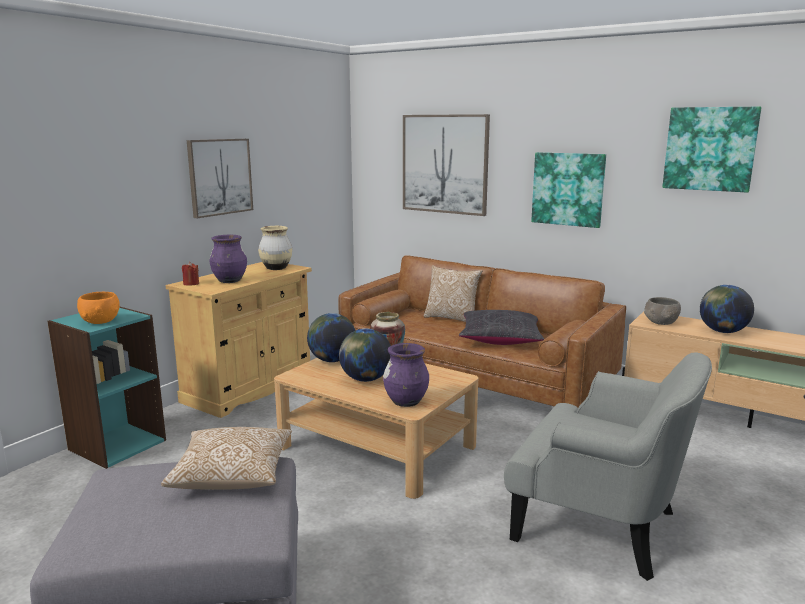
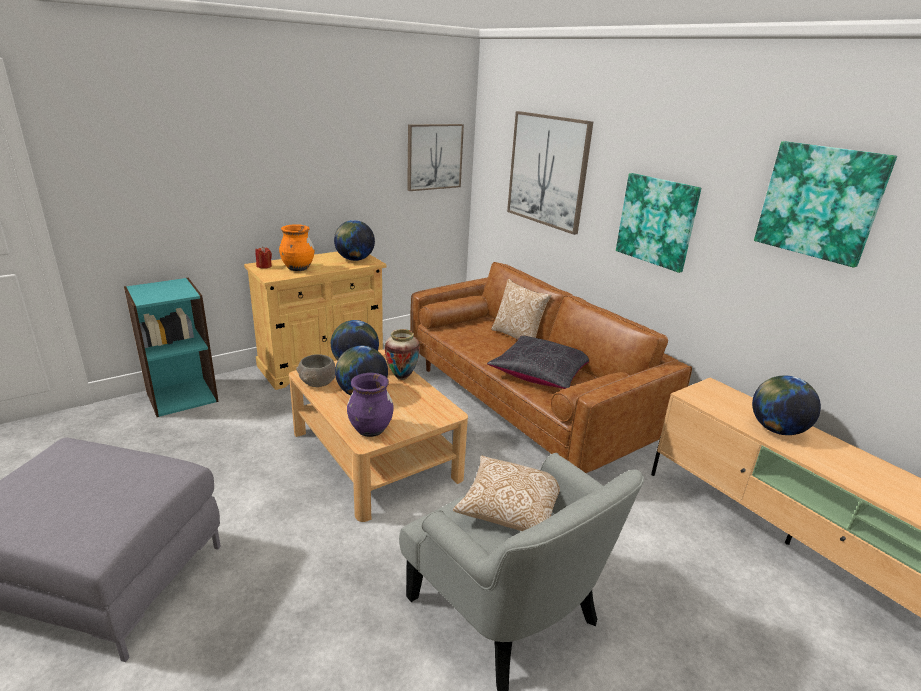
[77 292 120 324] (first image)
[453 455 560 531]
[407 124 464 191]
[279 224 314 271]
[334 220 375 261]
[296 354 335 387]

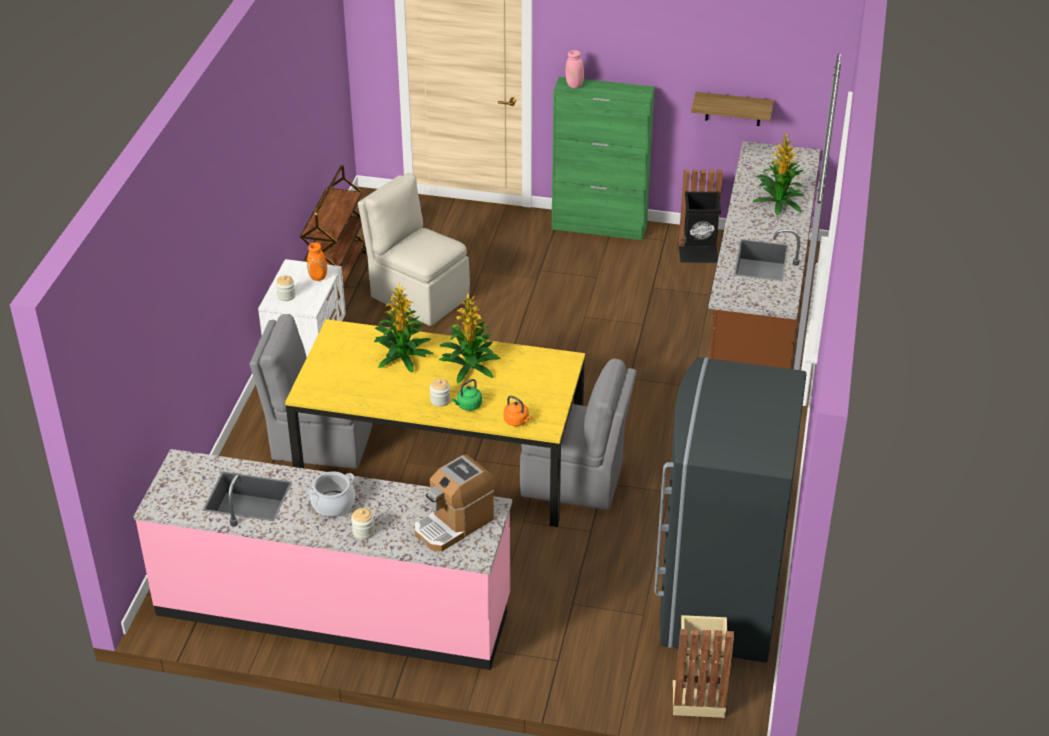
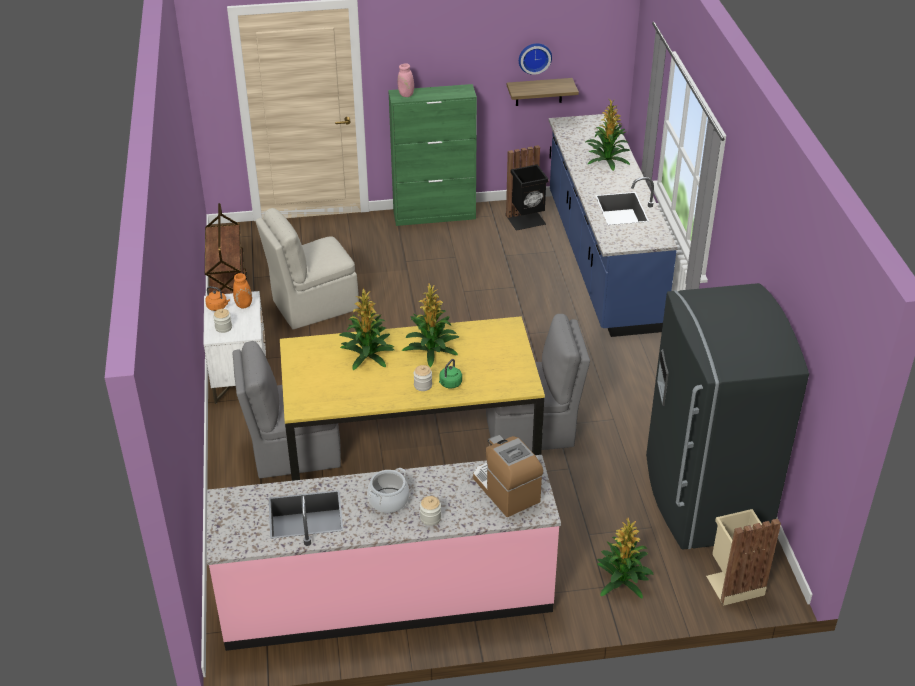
[256 208 359 330]
[473 435 543 517]
[205 286 230 311]
[549 114 677 337]
[519 43 552 75]
[597 518 654 599]

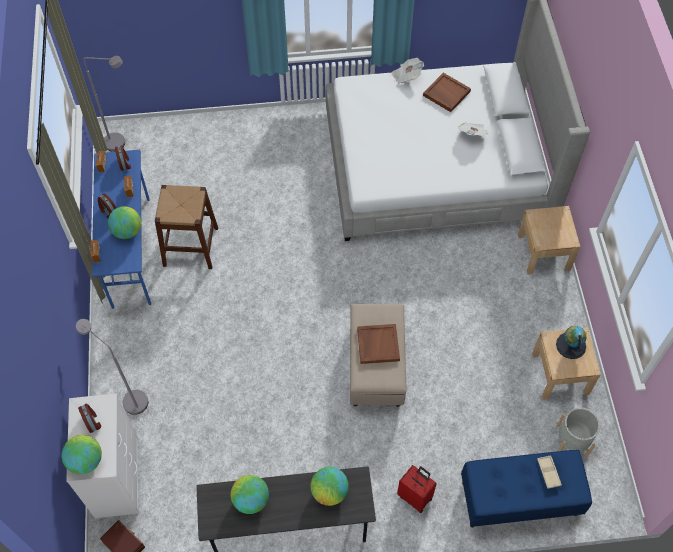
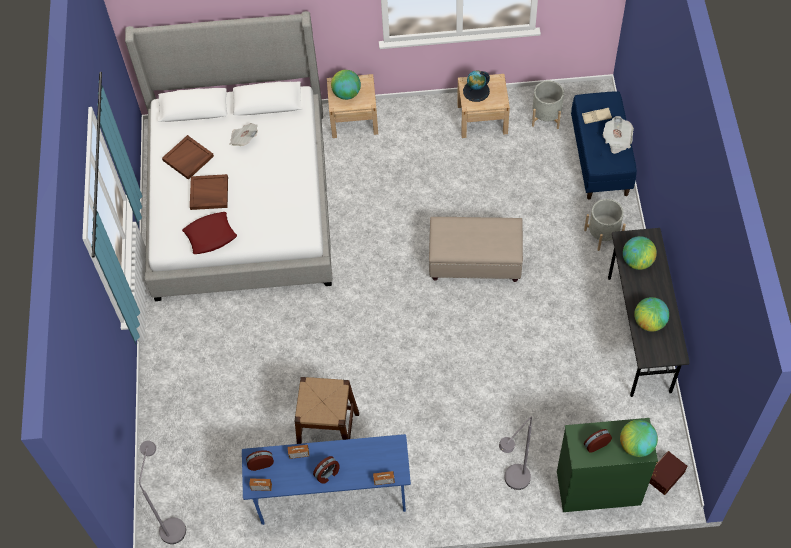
[557 418 658 512]
[331 70 361 100]
[190 174 228 210]
[603 116 634 154]
[584 199 626 251]
[182 212 237 254]

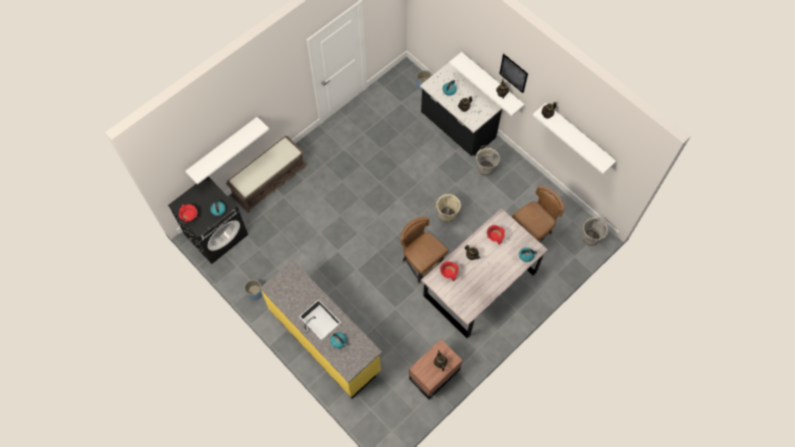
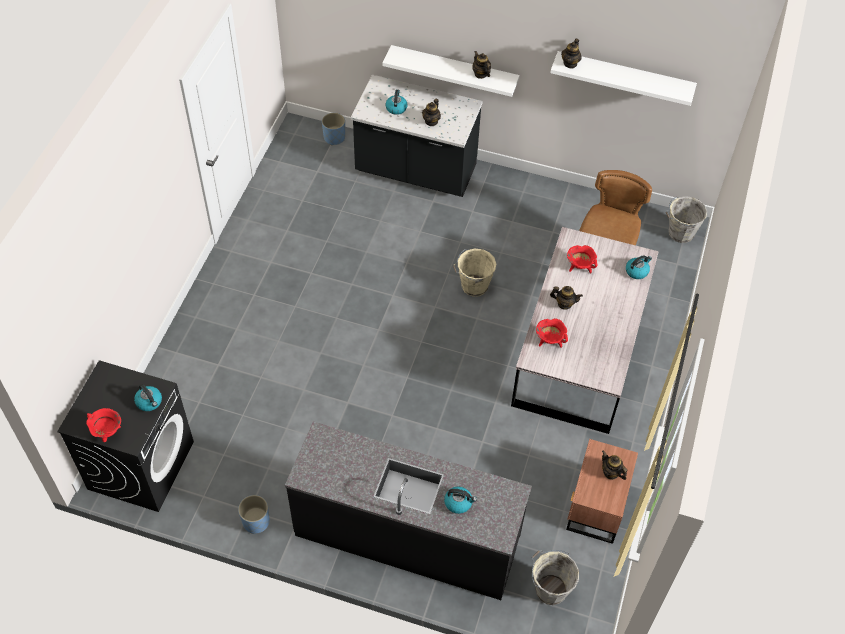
[185 117 269 184] (first image)
[226 136 307 213] (first image)
[285 421 532 600]
[401 217 449 284] (first image)
[532 550 579 605]
[499 54 528 93] (first image)

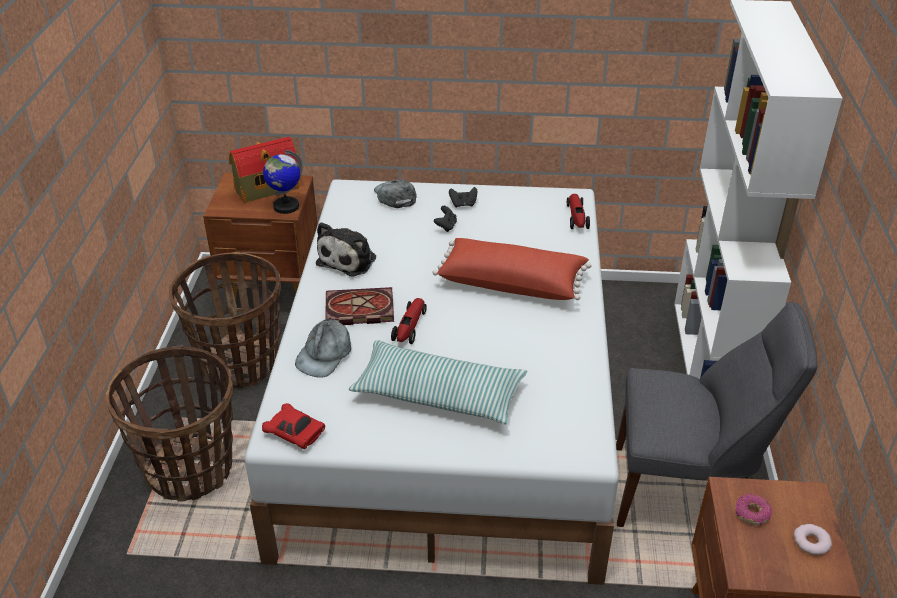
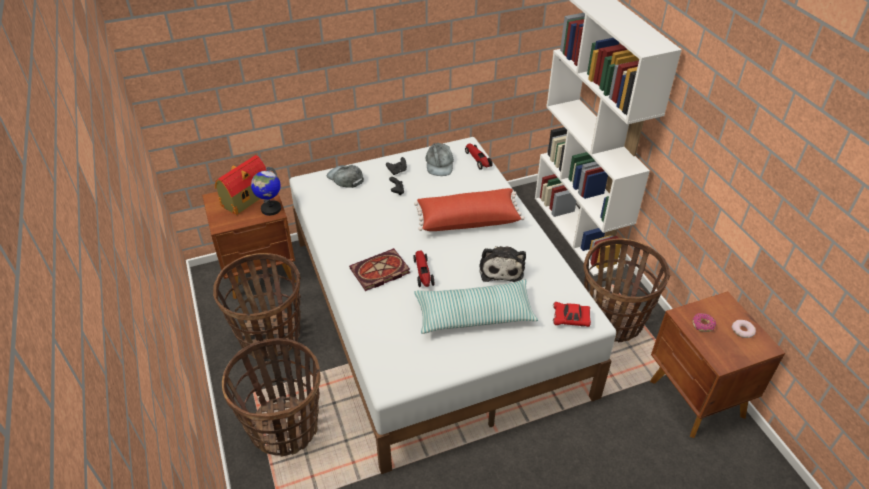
[553 302 591 327]
[425 143 454 176]
[479 246 526 282]
[583 238 670 342]

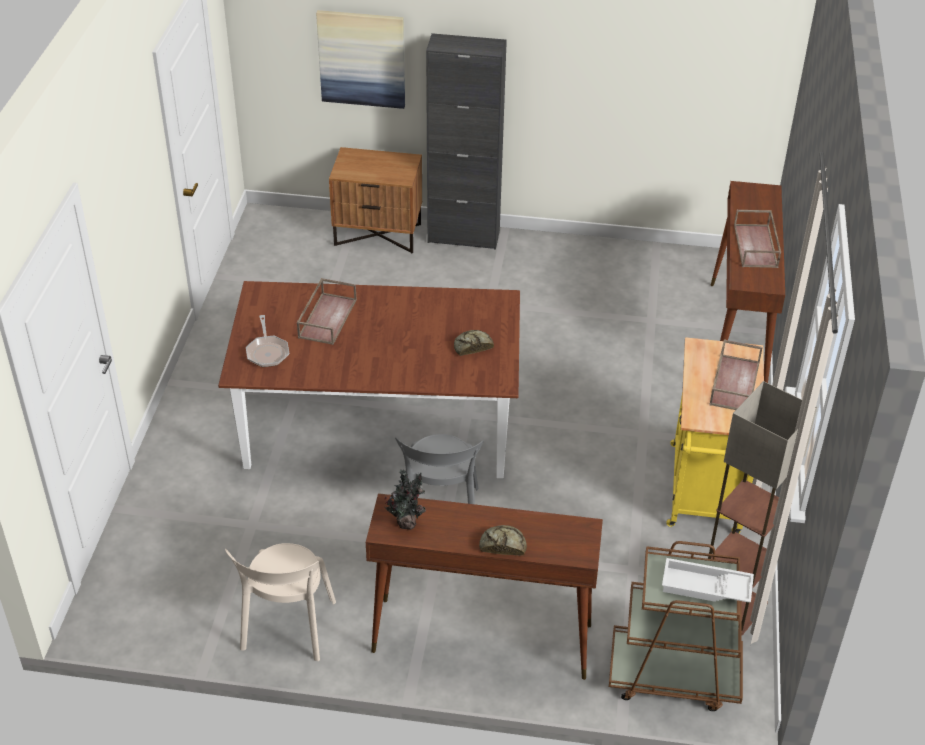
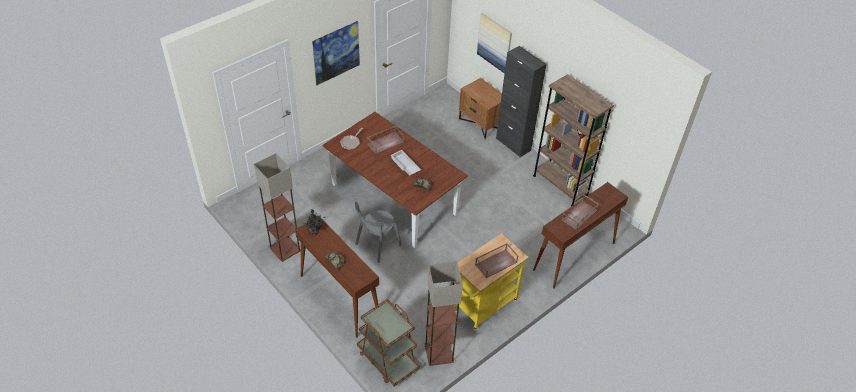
[254 153 301 262]
[391 150 421 176]
[312 21 360 86]
[533 74 614 206]

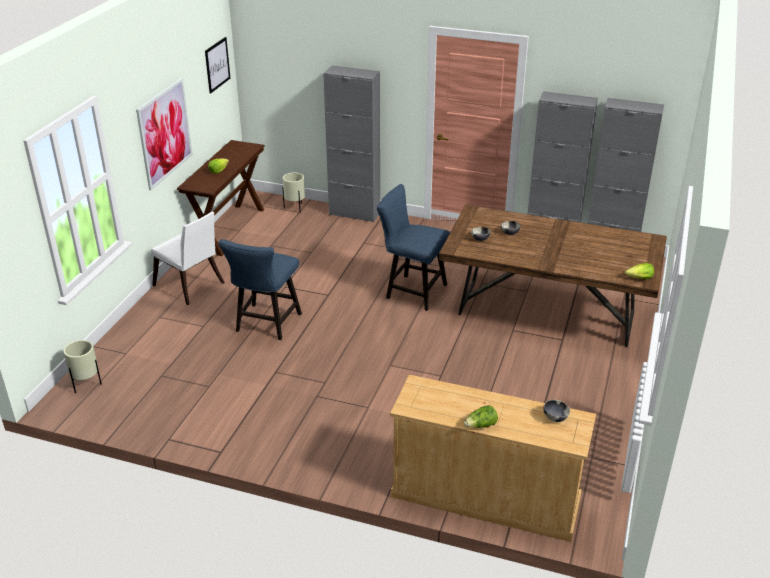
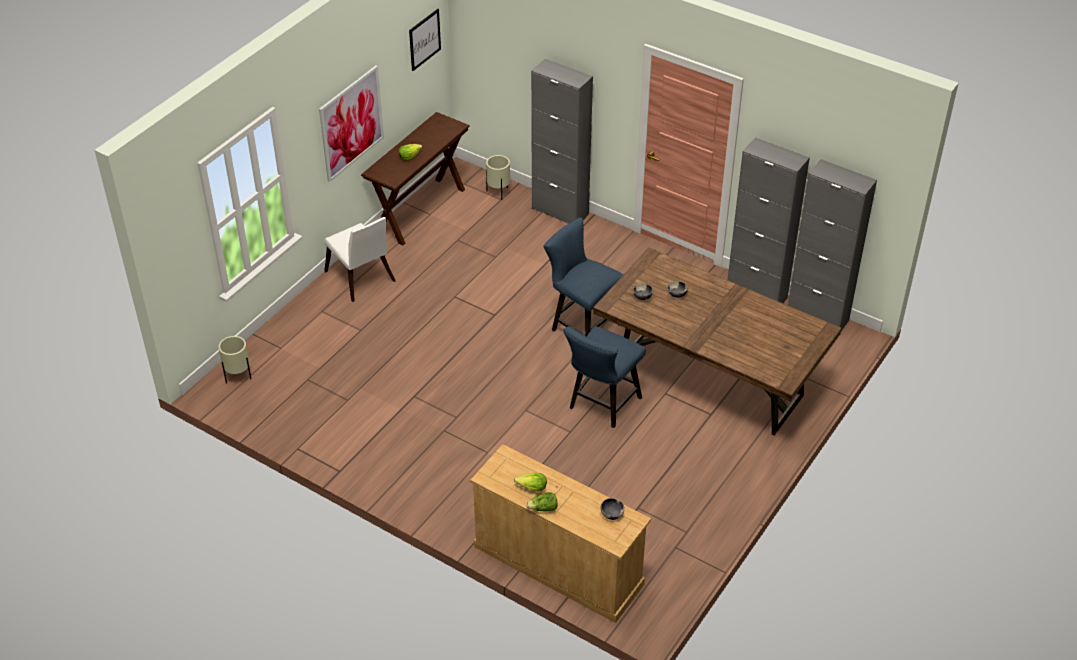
[563 326 646 428]
[514 473 547 491]

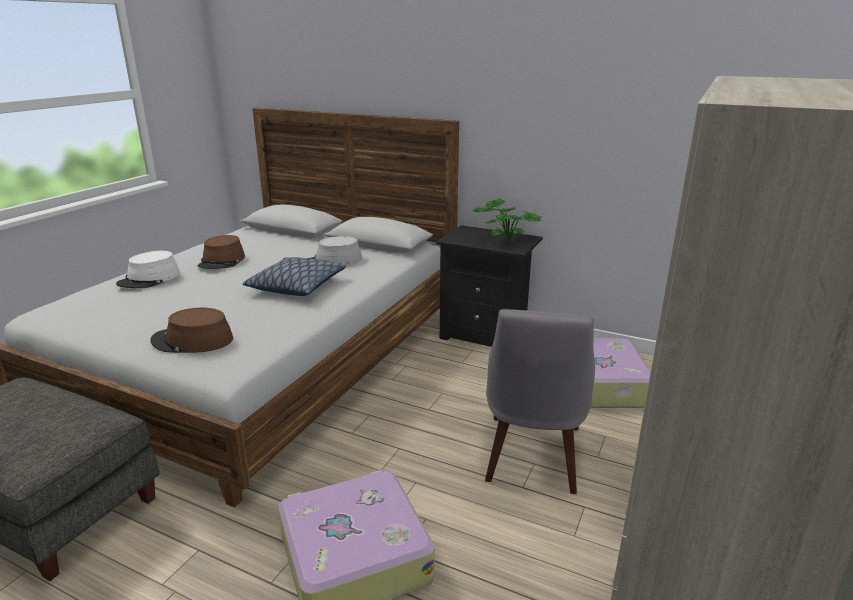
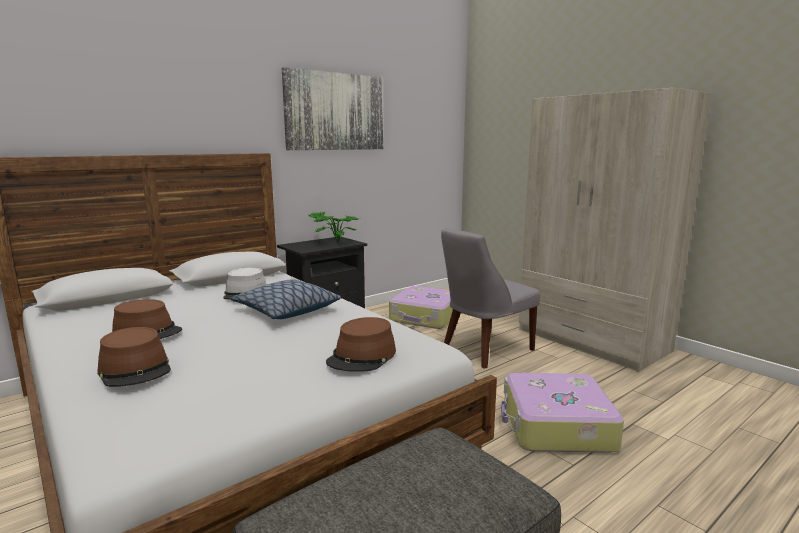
[97 327 171 387]
[441 228 540 369]
[282 67 383 150]

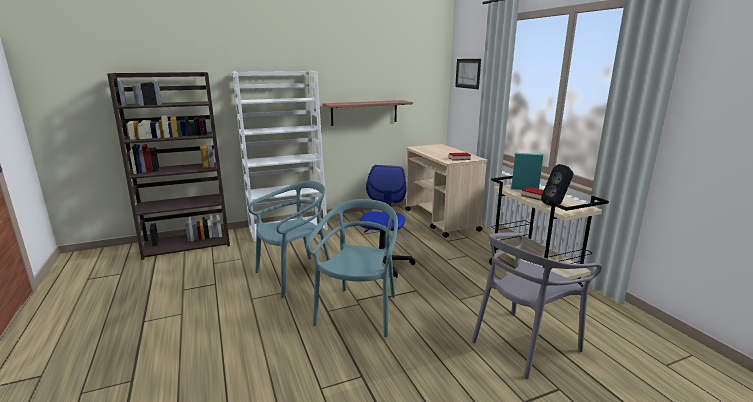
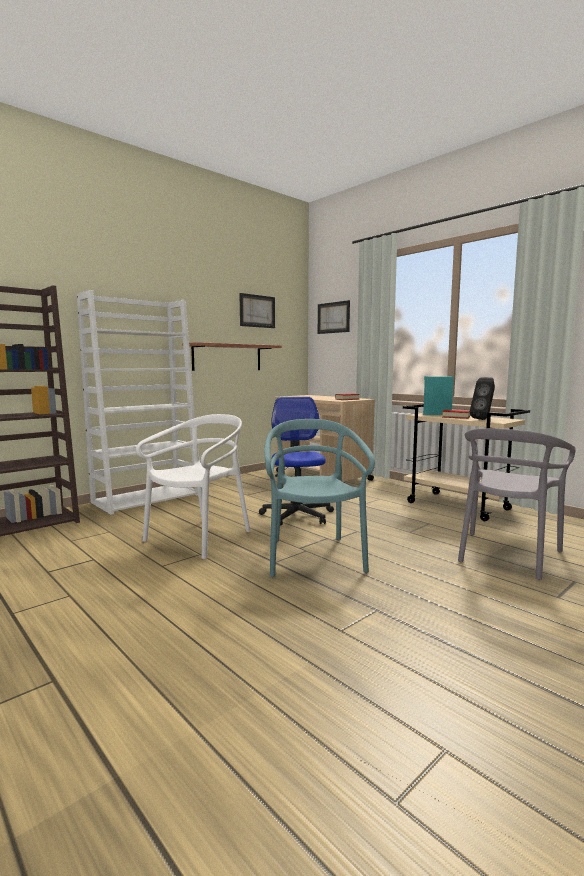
[136 414 250 559]
[239 293 275 328]

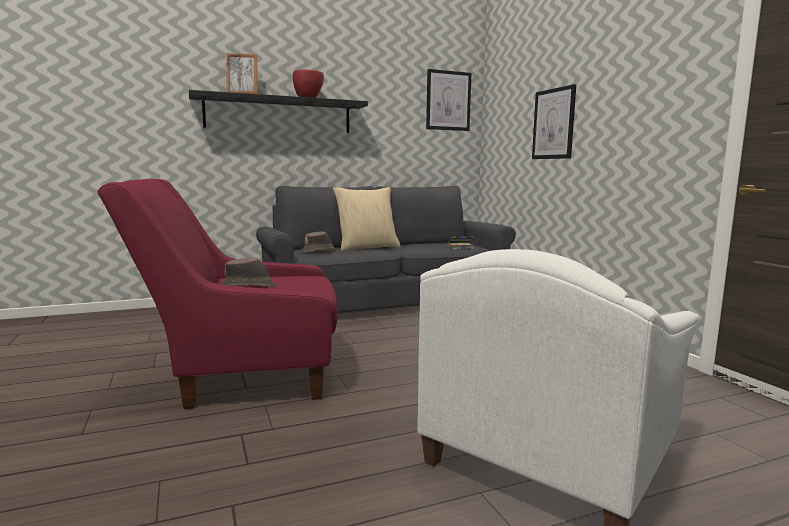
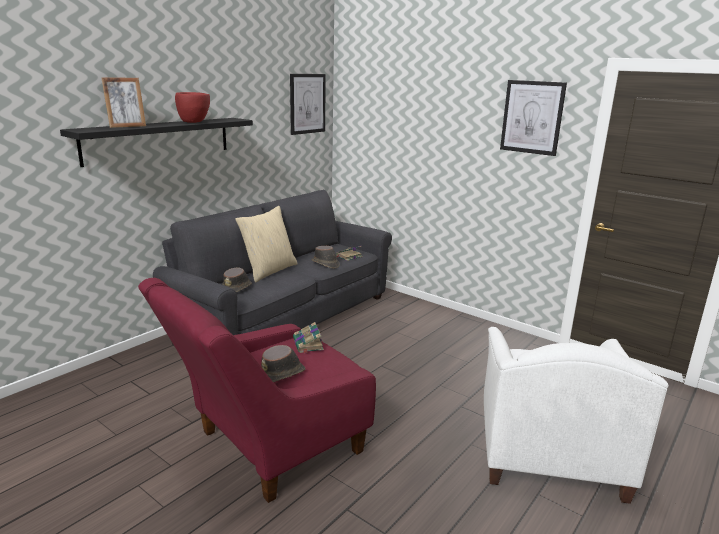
[500 80 567 156]
[293 322 324 354]
[312 246 340 269]

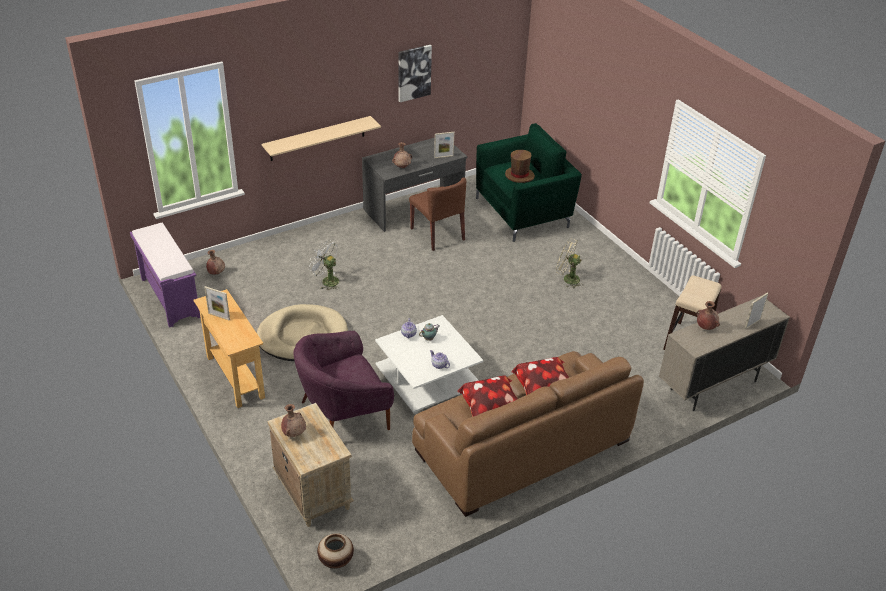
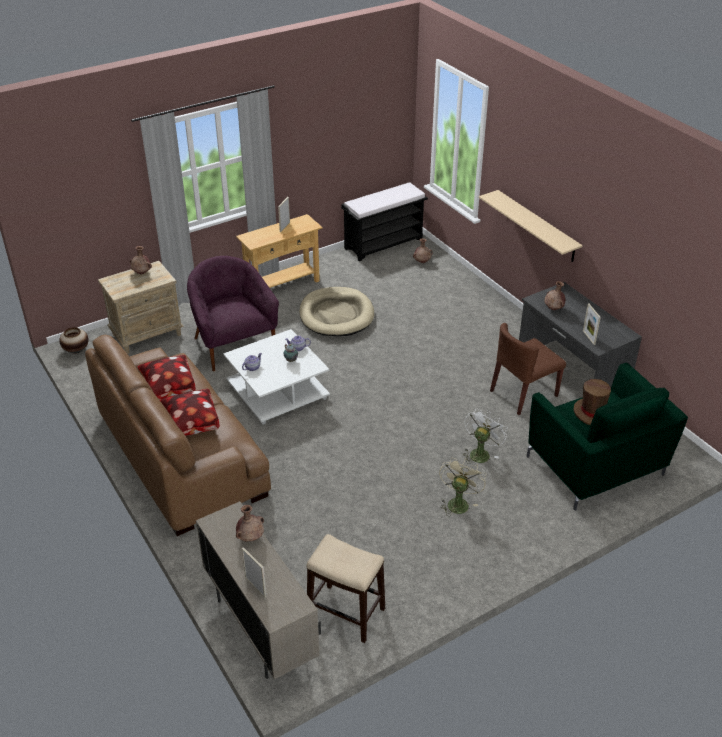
[341 182 428 261]
[463 409 508 464]
[399 45 432 102] (first image)

